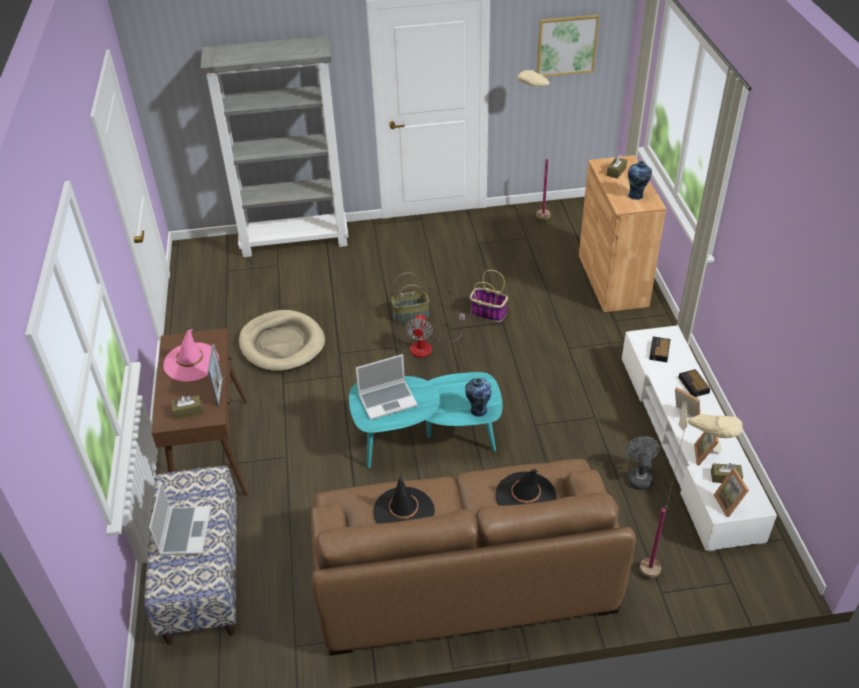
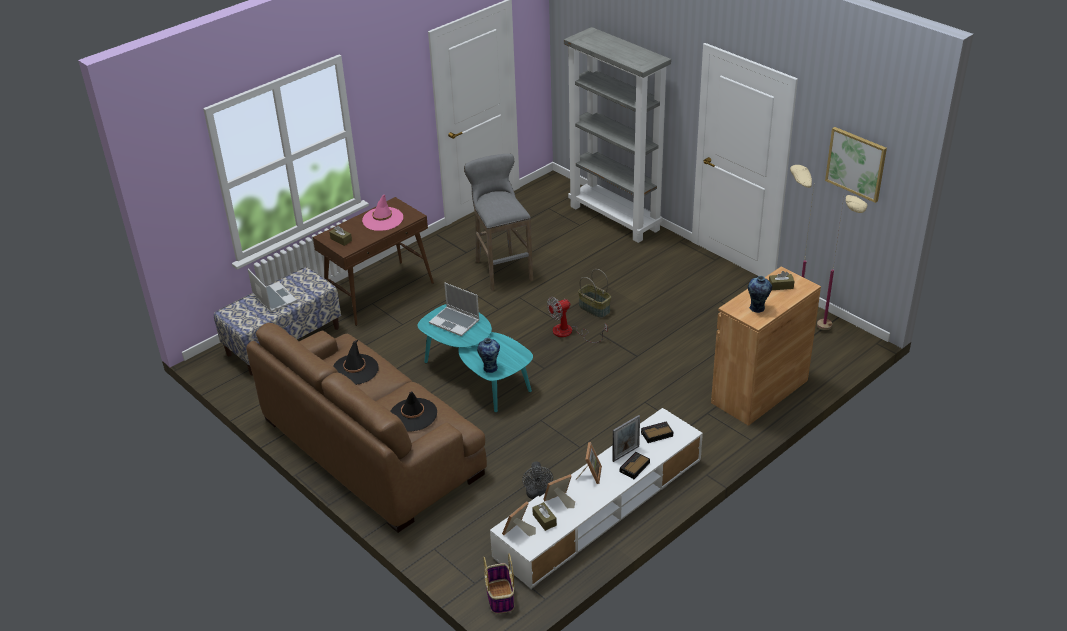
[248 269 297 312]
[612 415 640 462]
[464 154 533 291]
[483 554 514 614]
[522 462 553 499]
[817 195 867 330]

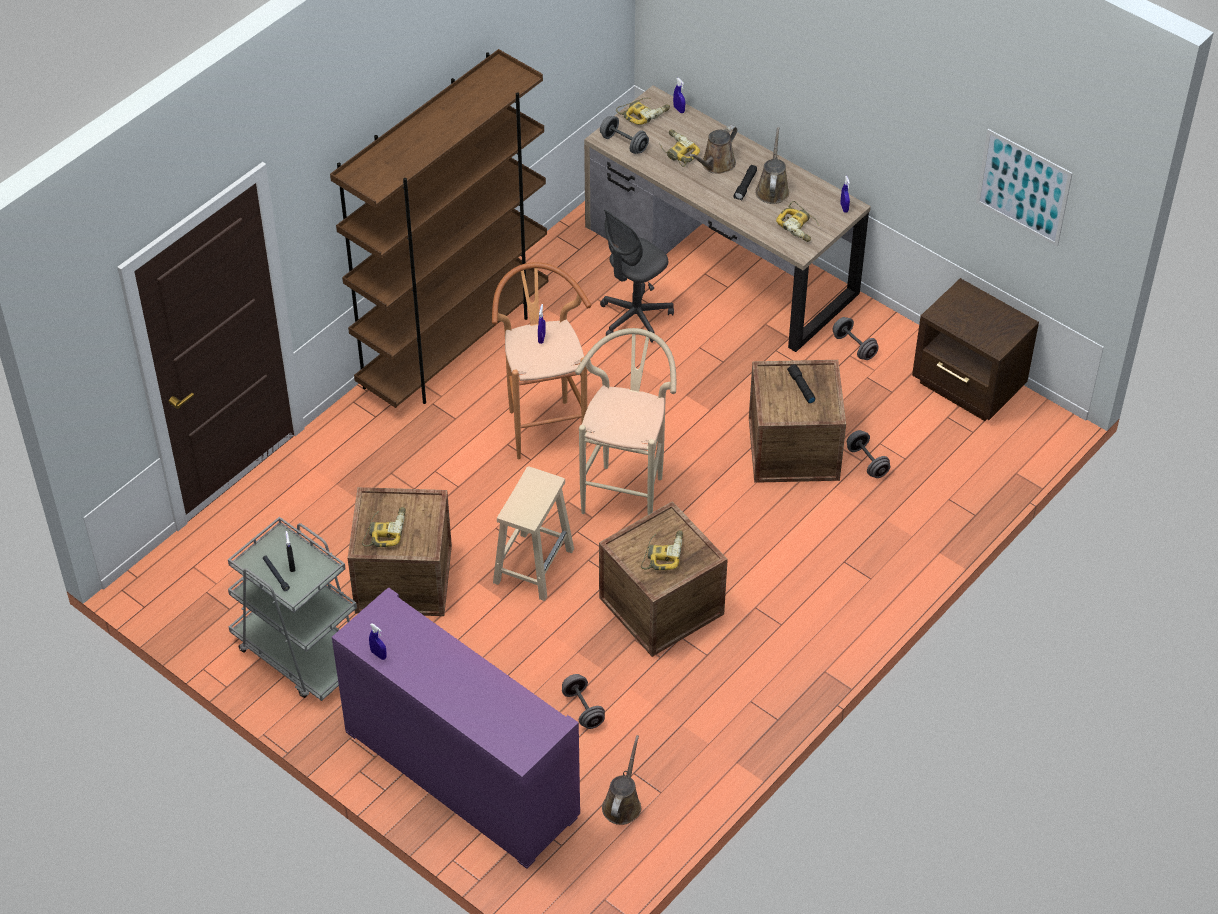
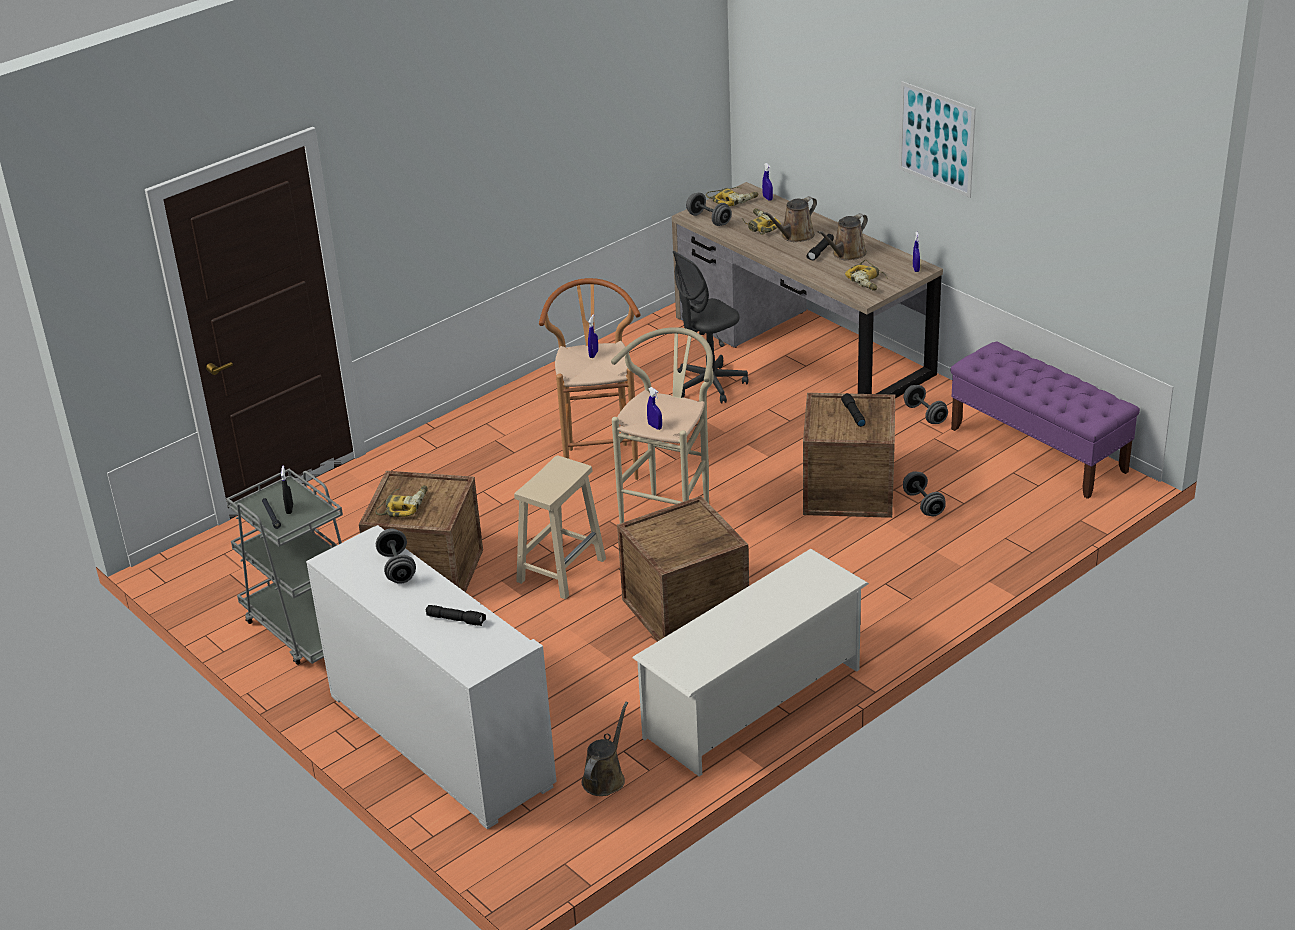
[330 49 548 408] (first image)
[306 525 557 829]
[647 387 662 430]
[376 529 416 584]
[641 530 683 570] (first image)
[817 214 868 261]
[950 341 1140 499]
[898 81 976 198]
[426 605 486 626]
[632 549 869 777]

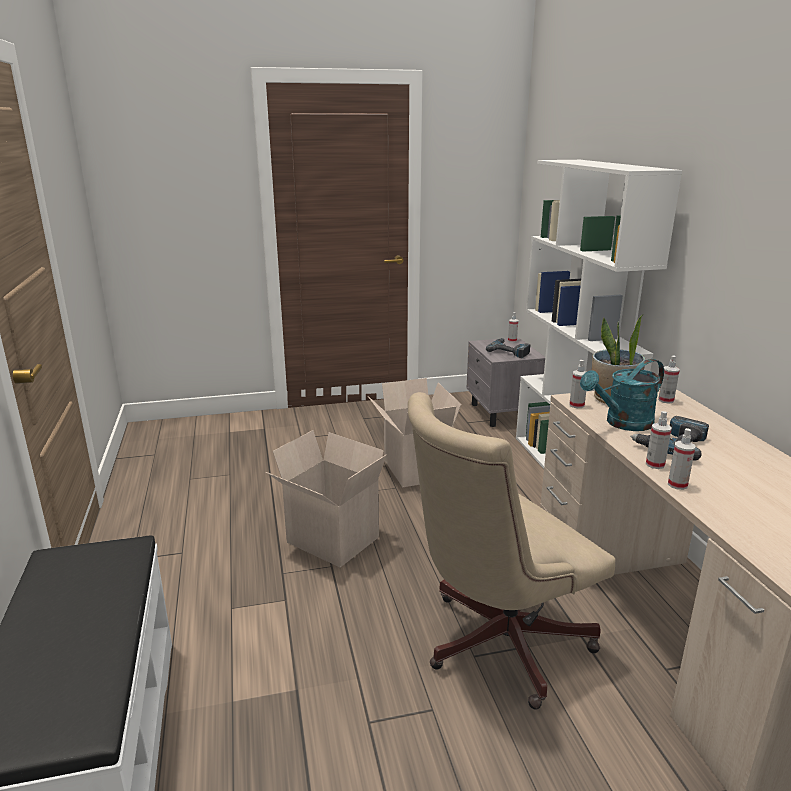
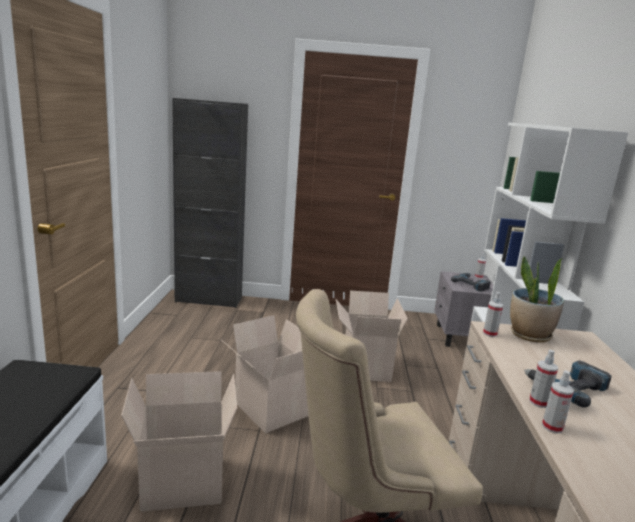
[580 359 664 431] (first image)
[658 355 680 404] (first image)
[121 371 237 512]
[172 98 248 308]

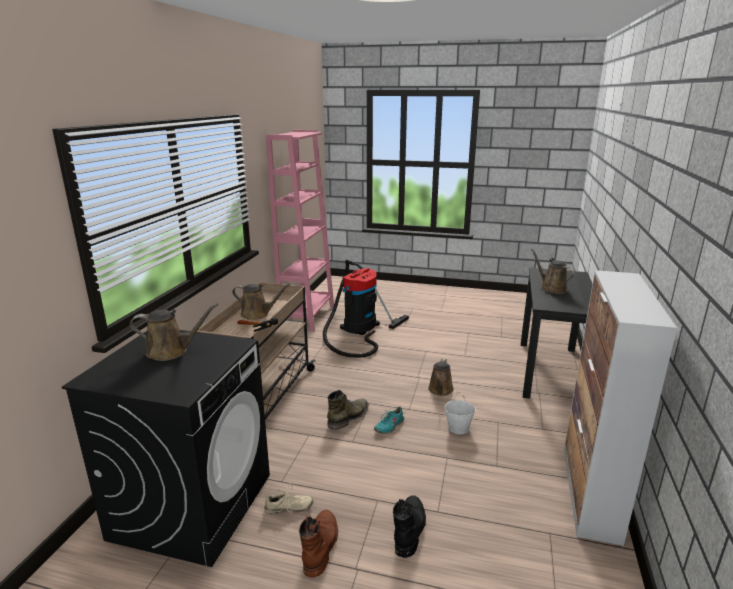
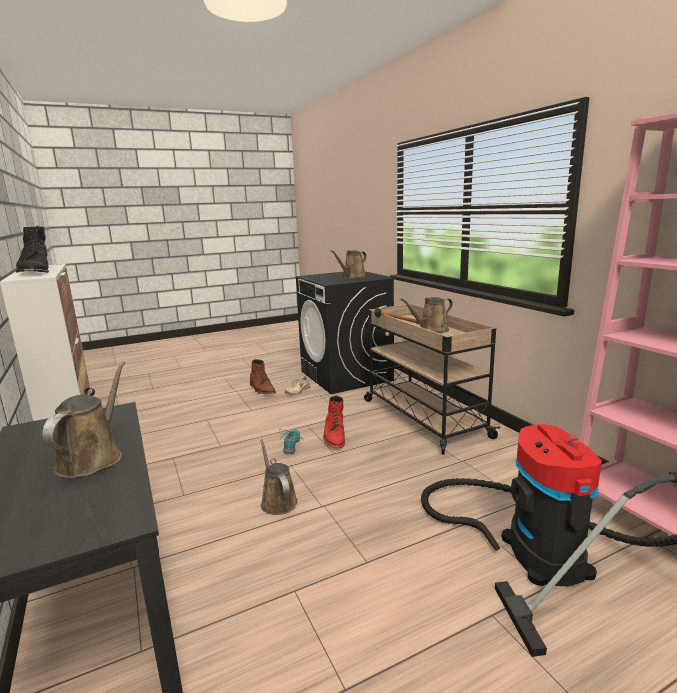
[323 396 345 448]
[16 226 49 273]
[445 392 476 434] (first image)
[42 361 125 478]

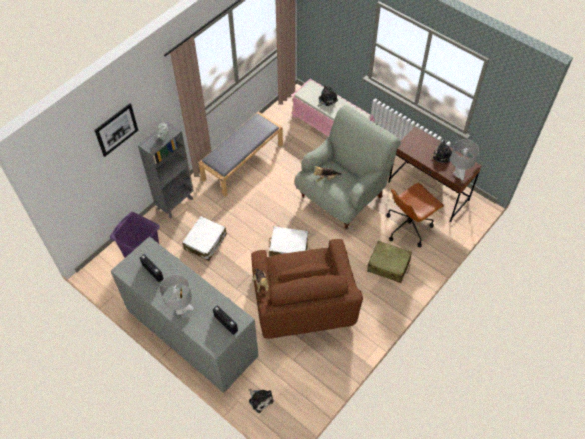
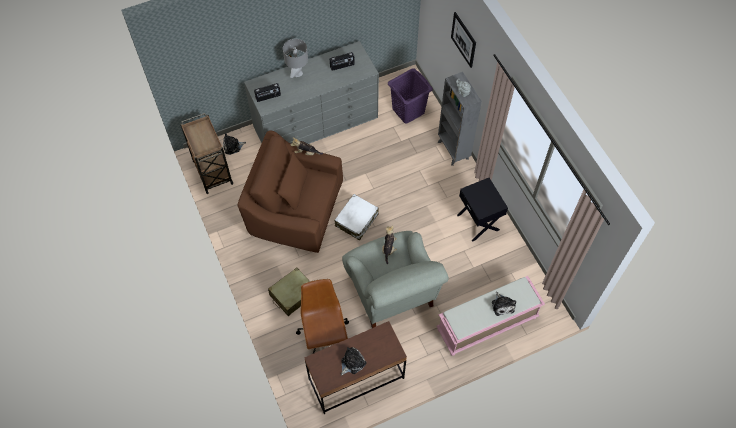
[182 216 227 261] (first image)
[457 178 508 242]
[450 139 479 180] (first image)
[180 113 233 194]

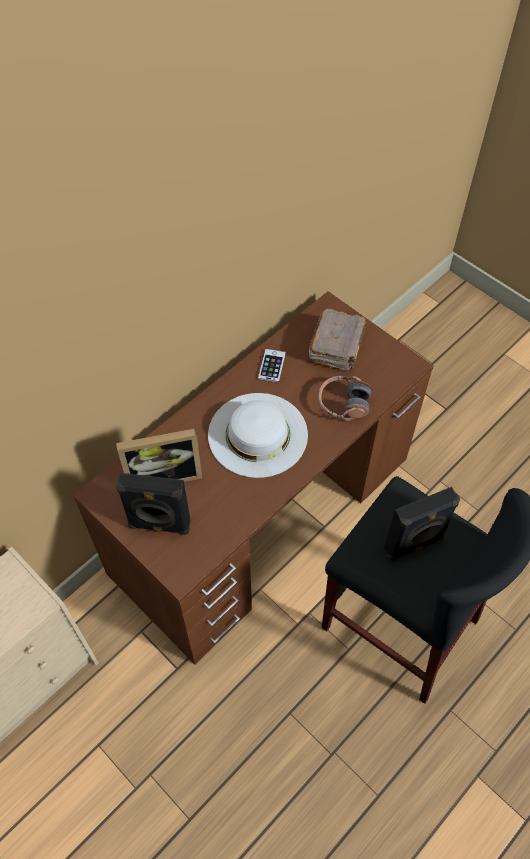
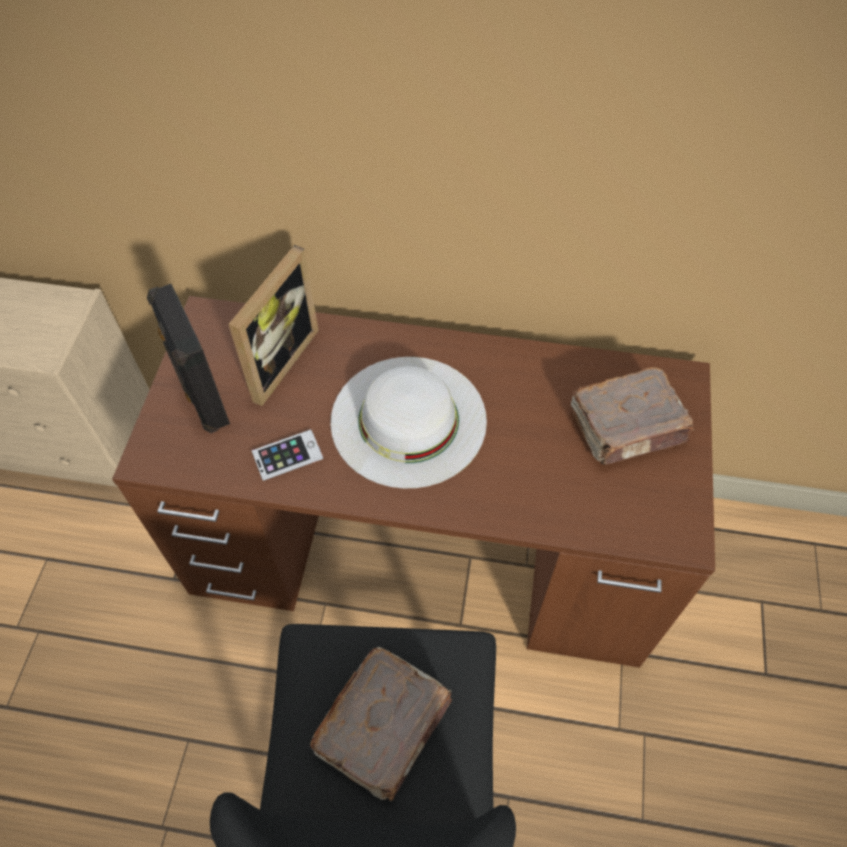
[228 245 319 406]
[251 429 323 481]
[318 376 372 421] (first image)
[310 647 452 801]

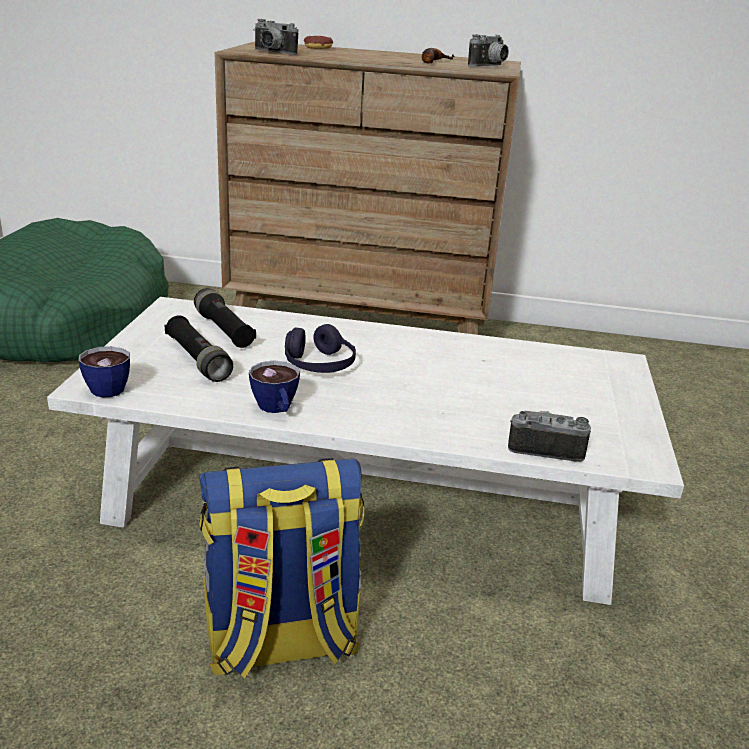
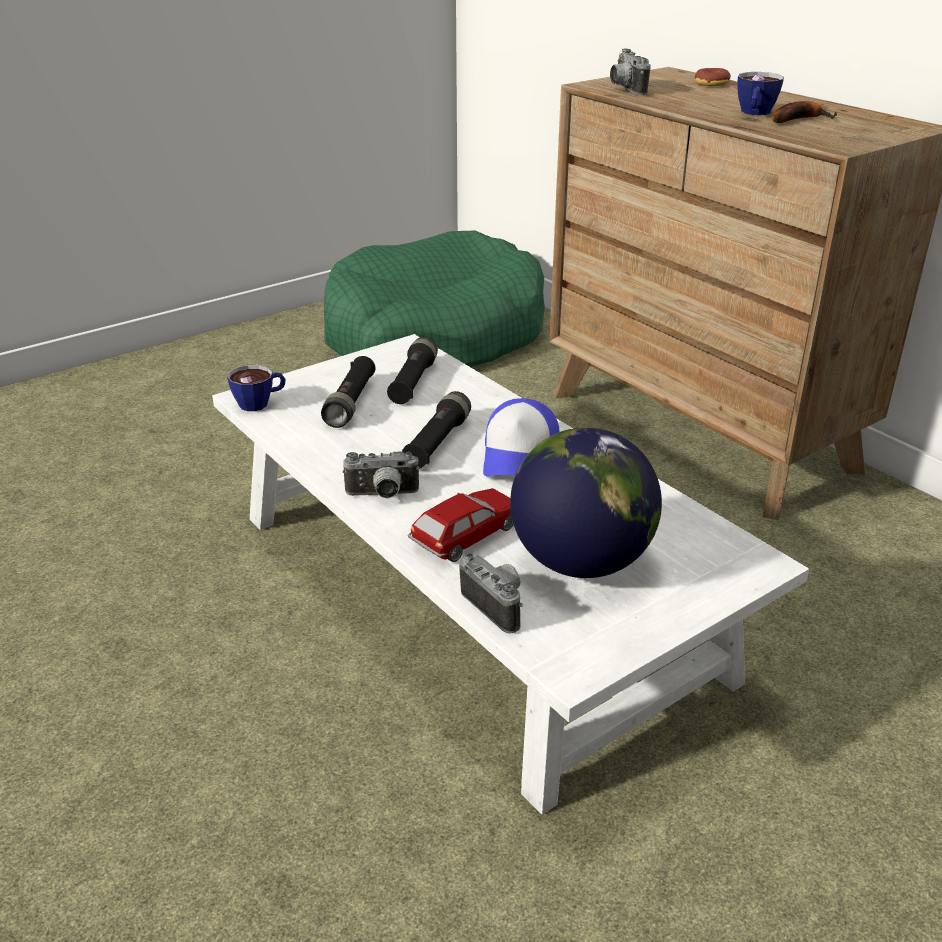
[199 458 365 678] (first image)
[737 72 784 115]
[402 391 471 468]
[343 451 420 499]
[408 488 513 562]
[483 398 560 477]
[510 427 662 578]

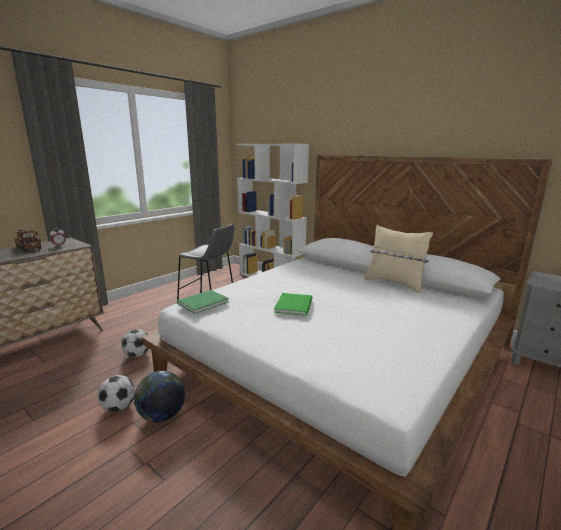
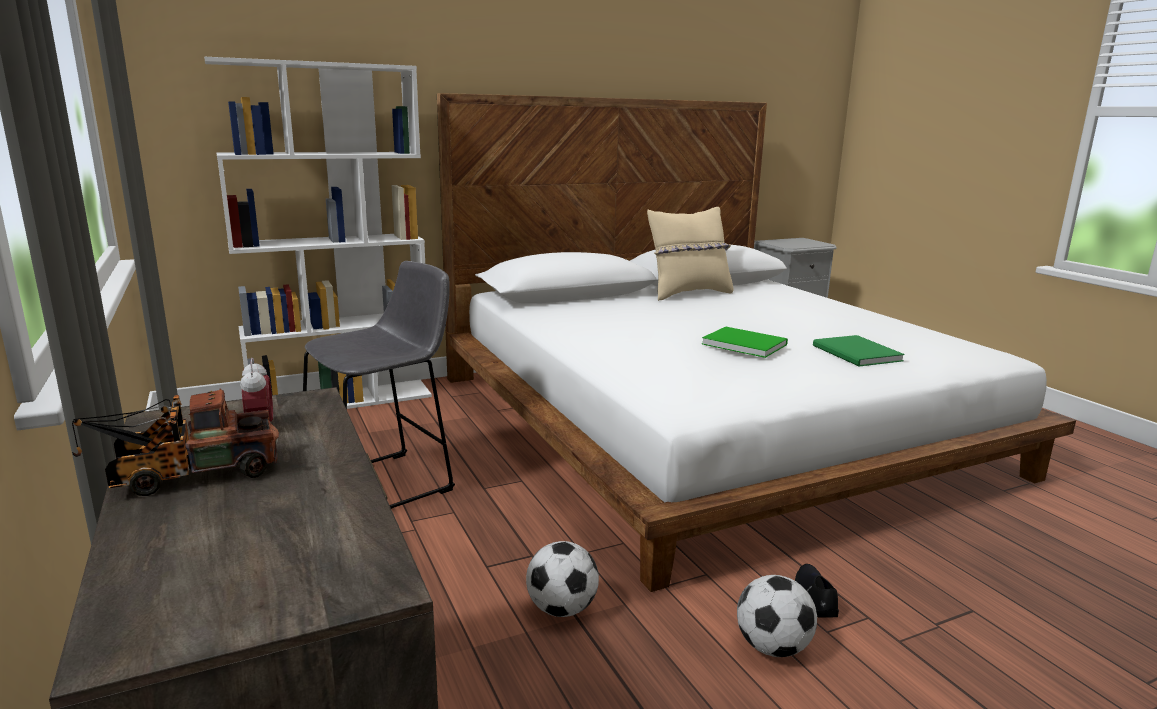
[795 564 839 618]
[813 335 905 366]

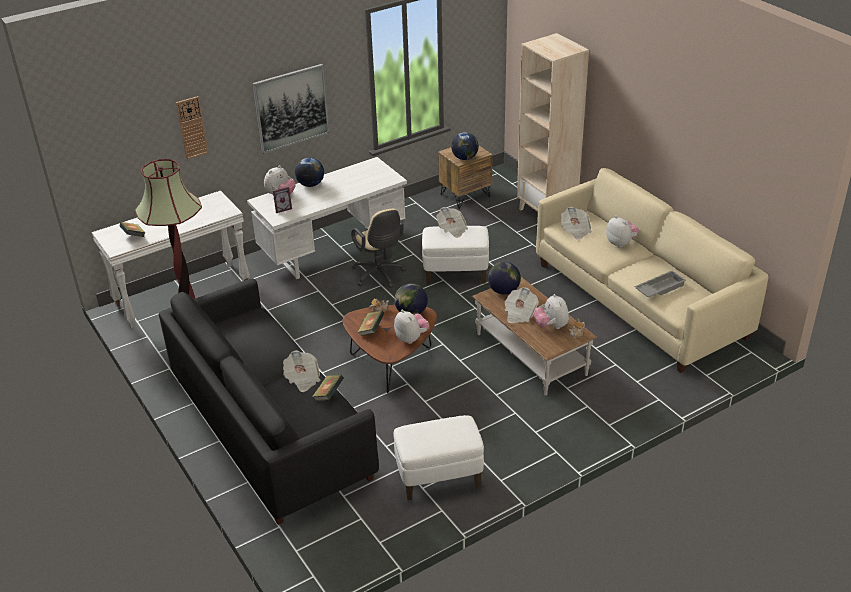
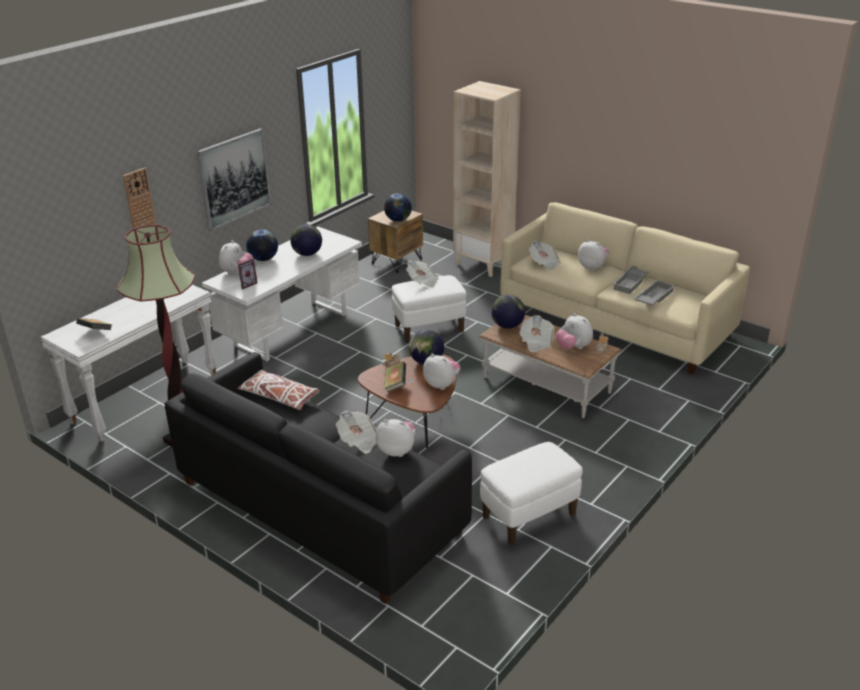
[375 419 415 457]
[351 209 406 288] (first image)
[238 370 320 410]
[290 224 322 256]
[613 265 649 294]

